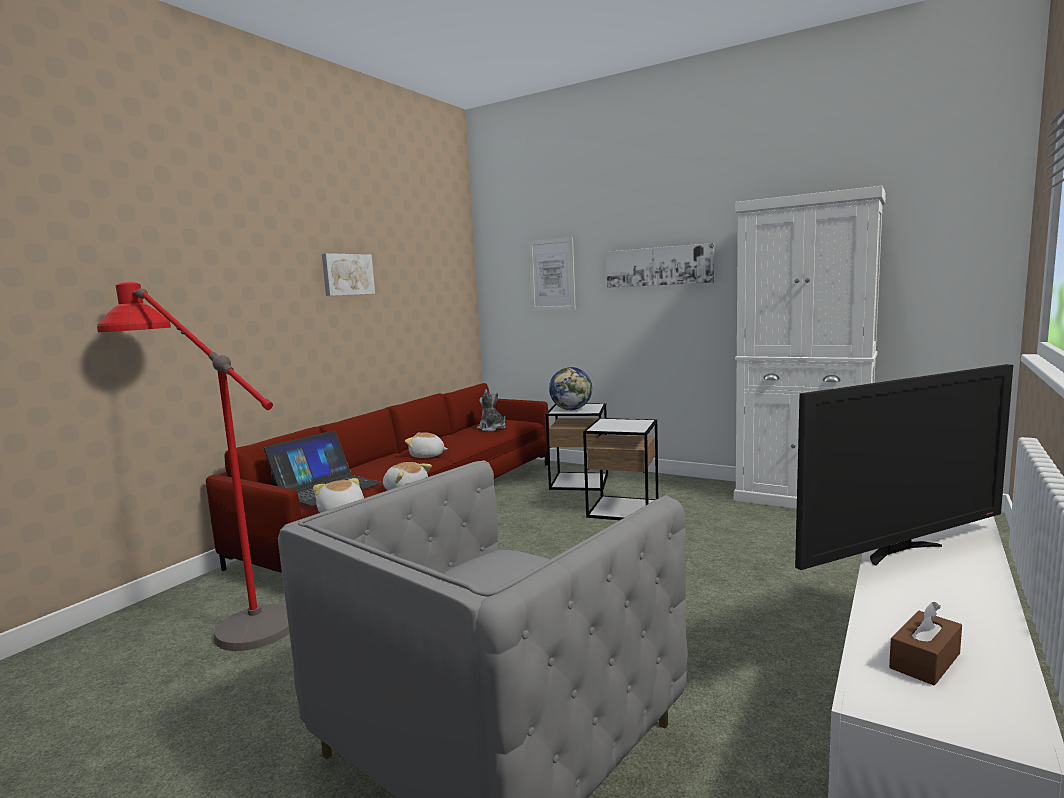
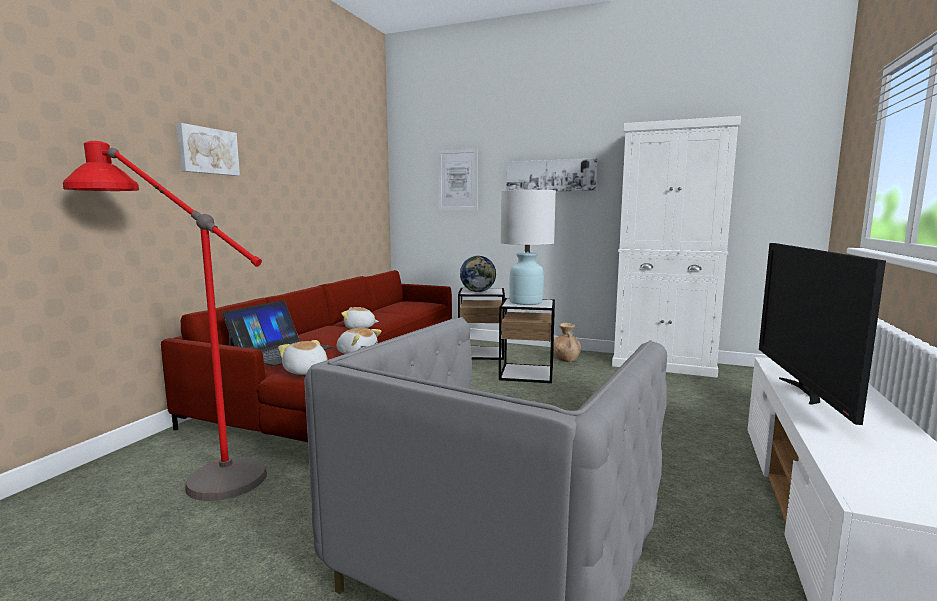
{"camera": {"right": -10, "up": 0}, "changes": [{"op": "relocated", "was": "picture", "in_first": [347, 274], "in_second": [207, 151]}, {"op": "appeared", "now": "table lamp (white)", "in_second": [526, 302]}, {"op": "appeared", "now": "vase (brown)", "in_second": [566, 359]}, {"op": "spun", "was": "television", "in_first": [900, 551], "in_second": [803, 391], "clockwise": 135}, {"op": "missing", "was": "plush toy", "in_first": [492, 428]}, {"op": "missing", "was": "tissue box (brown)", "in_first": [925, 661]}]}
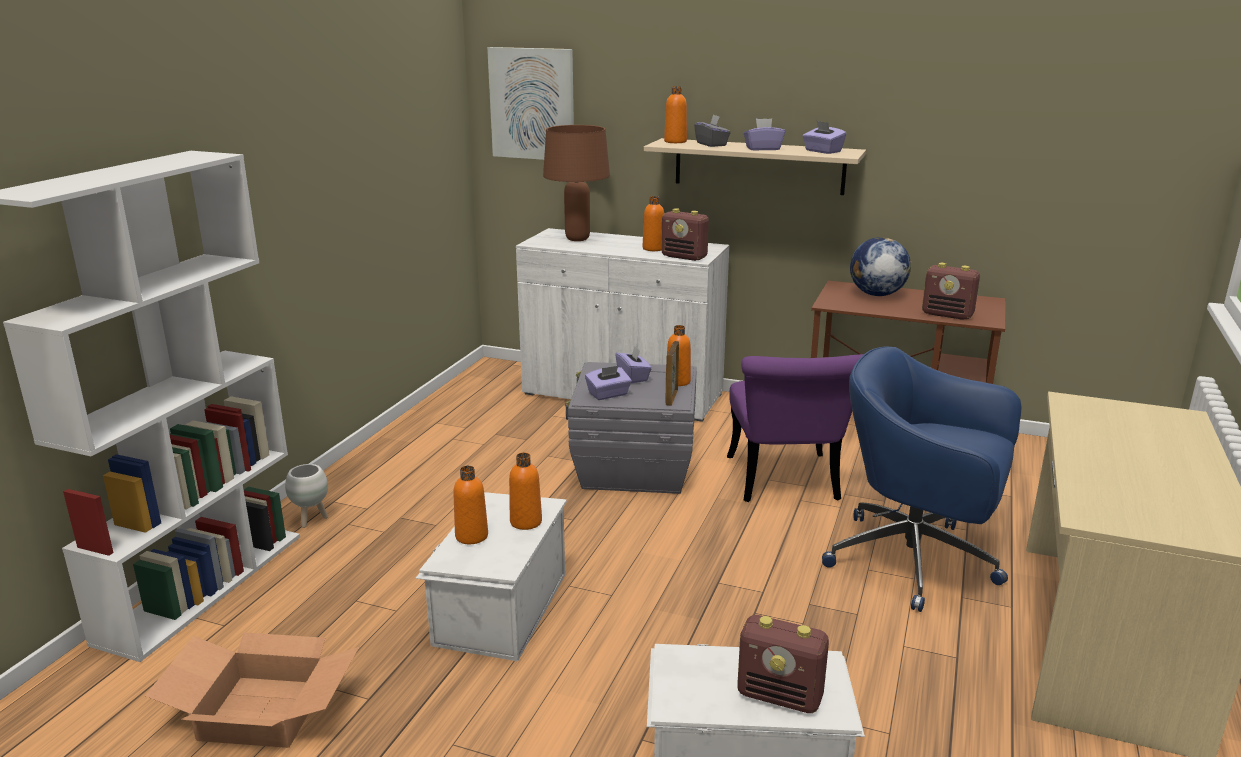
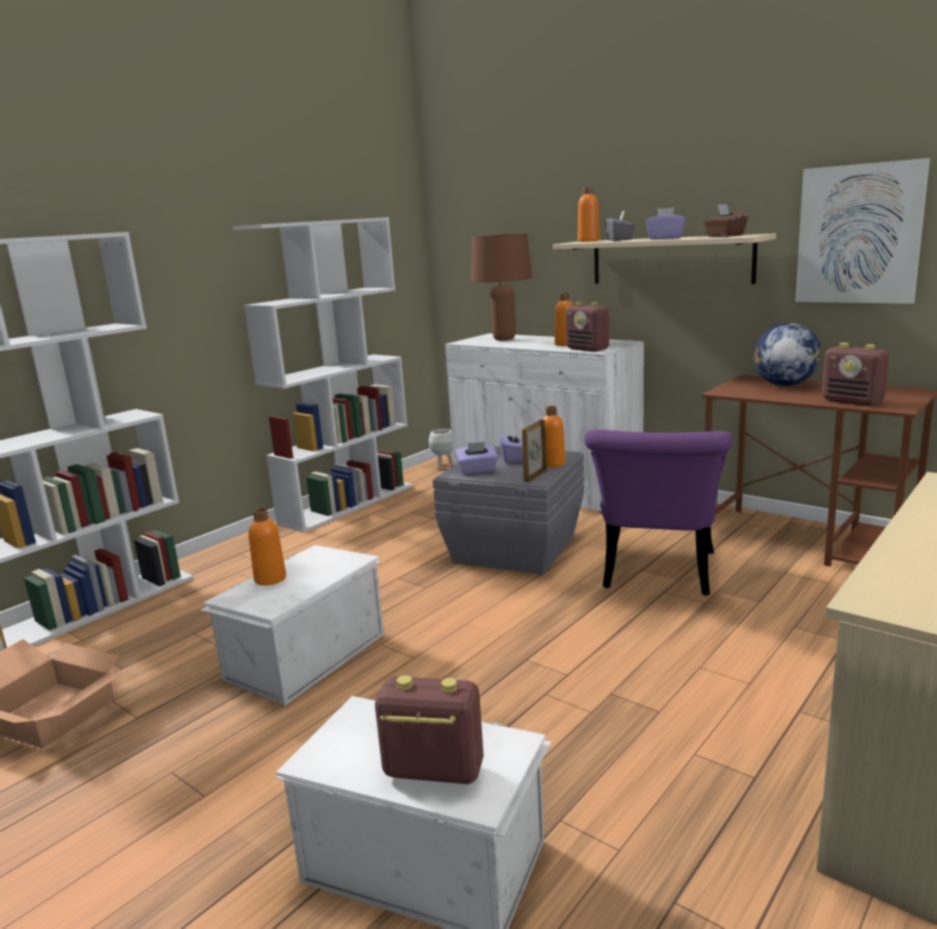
{"camera": {"right": 20, "up": -5}, "changes": [{"op": "appeared", "now": "bookcase (white)", "in_second": [348, 504]}, {"op": "spun", "was": "radio", "in_first": [780, 696], "in_second": [432, 771], "clockwise": 150}, {"op": "relocated", "was": "planter (white)", "in_first": [311, 520], "in_second": [443, 466]}, {"op": "colour", "was": "tissue box (purple)", "now": "tissue box (brown)", "in_first": [822, 151], "in_second": [724, 236]}, {"op": "relocated", "was": "picture", "in_first": [532, 104], "in_second": [859, 234]}, {"op": "missing", "was": "bottle (orange)", "in_first": [526, 522]}, {"op": "missing", "was": "office chair (blue)", "in_first": [916, 561]}]}
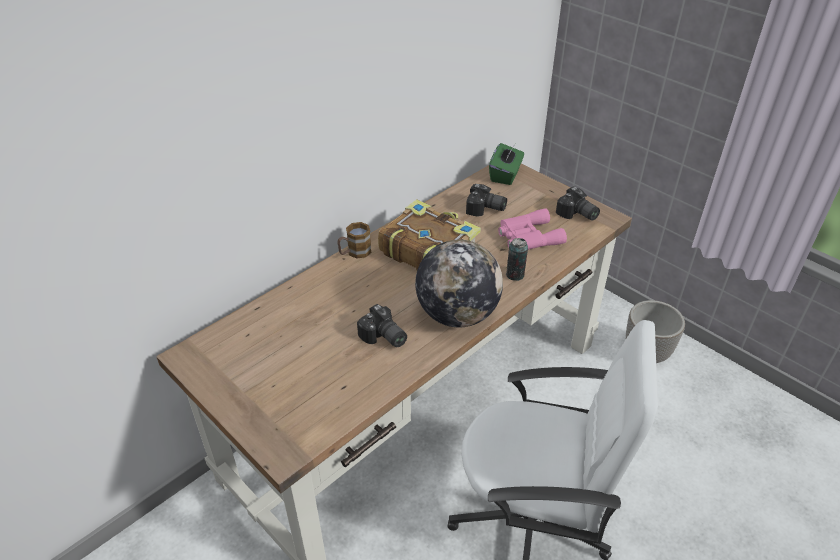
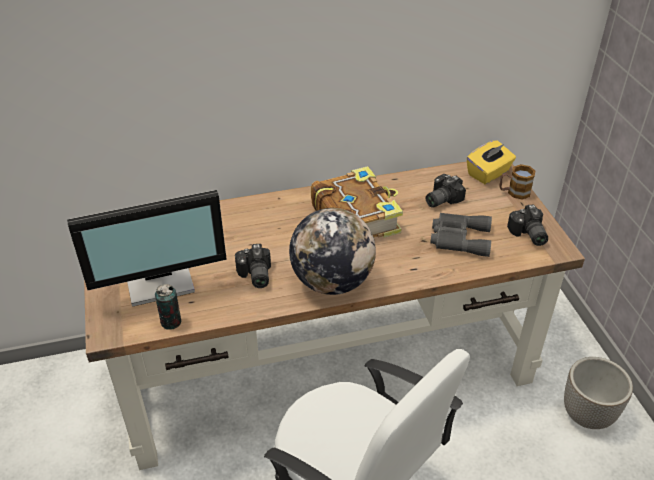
{"camera": {"right": 30, "up": 0}, "changes": [{"op": "appeared", "now": "monitor", "in_second": [160, 280]}, {"op": "relocated", "was": "can", "in_first": [515, 275], "in_second": [171, 322]}, {"op": "spun", "was": "photo camera", "in_first": [485, 209], "in_second": [440, 199], "clockwise": 90}, {"op": "colour", "was": "binoculars (pink)", "now": "binoculars (grey)", "in_first": [527, 237], "in_second": [458, 238]}, {"op": "colour", "was": "tissue box (green)", "now": "tissue box (yellow)", "in_first": [505, 175], "in_second": [488, 173]}, {"op": "relocated", "was": "mug", "in_first": [354, 252], "in_second": [514, 192]}]}
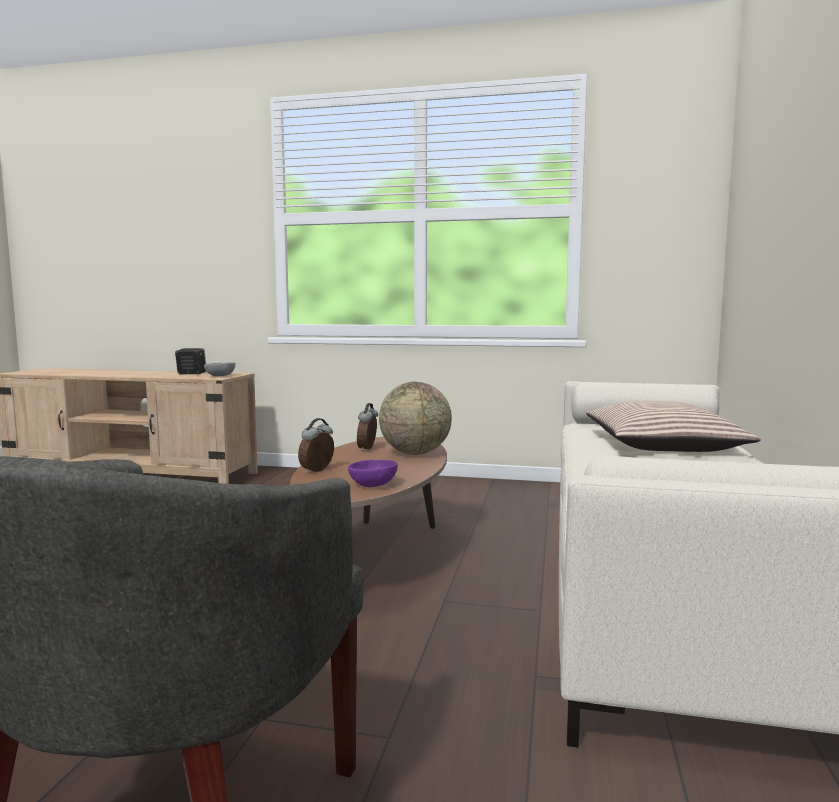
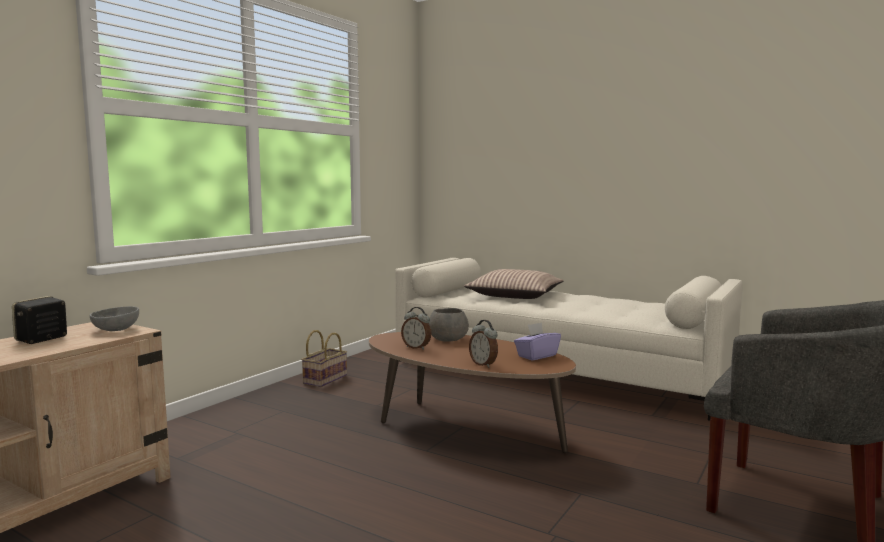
{"camera": {"right": -70, "up": 0}, "changes": [{"op": "appeared", "now": "basket", "in_second": [325, 379]}, {"op": "exchanged", "was": "globe", "now": "bowl (grey)", "in_first": [415, 453], "in_second": [447, 339]}, {"op": "exchanged", "was": "bowl (purple)", "now": "tissue box (purple)", "in_first": [372, 485], "in_second": [536, 356]}]}
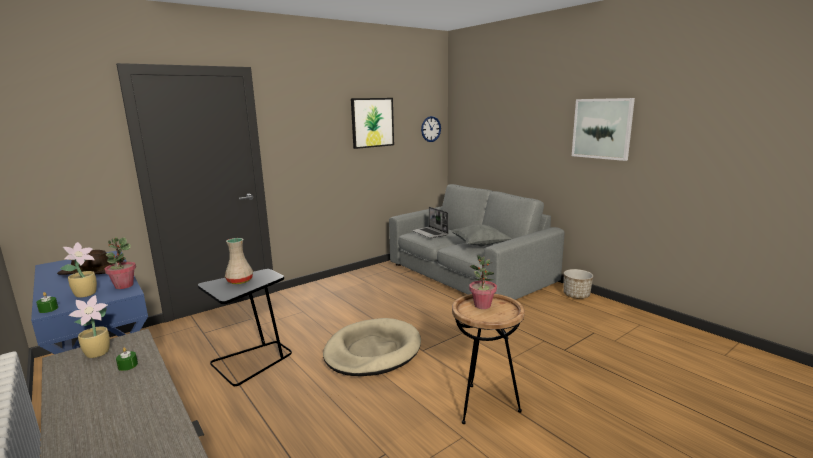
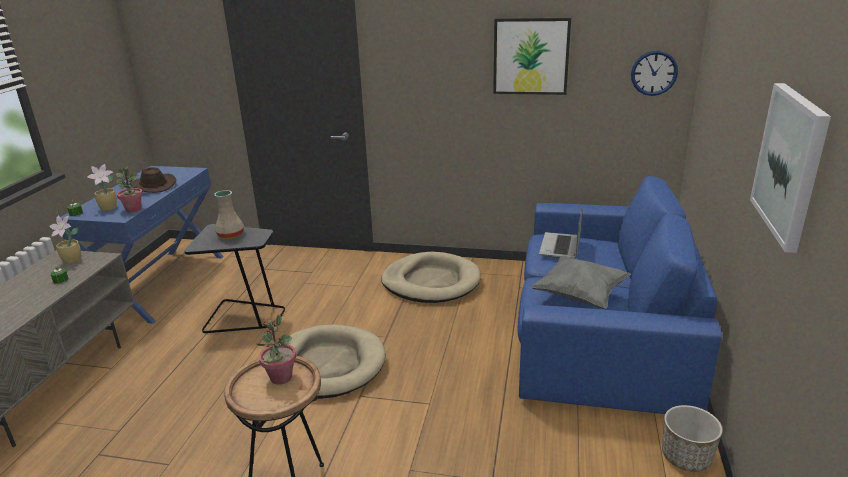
{"camera": {"right": 50, "up": 10}, "changes": [{"op": "appeared", "now": "dog bed (beige)", "in_second": [431, 282]}, {"op": "colour", "was": "sofa (grey)", "now": "sofa (blue)", "in_first": [468, 274], "in_second": [599, 331]}]}
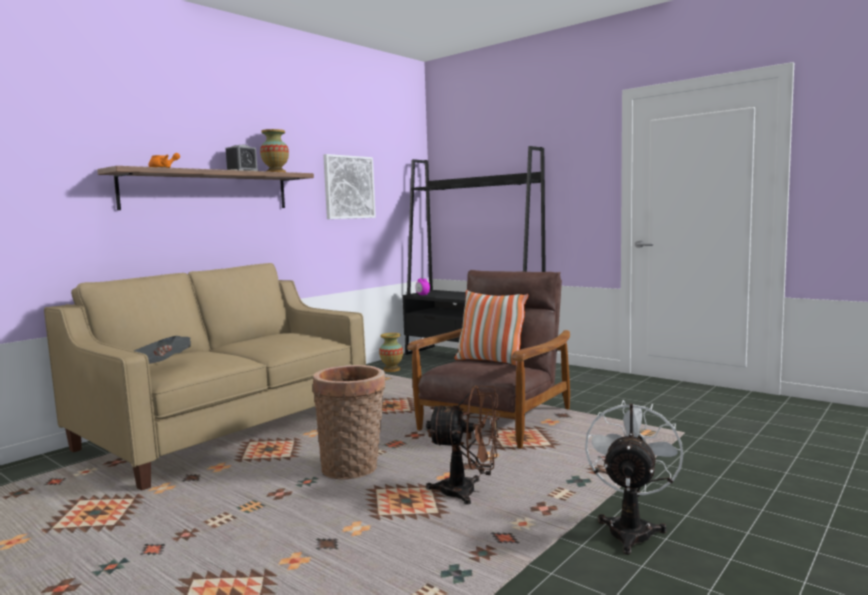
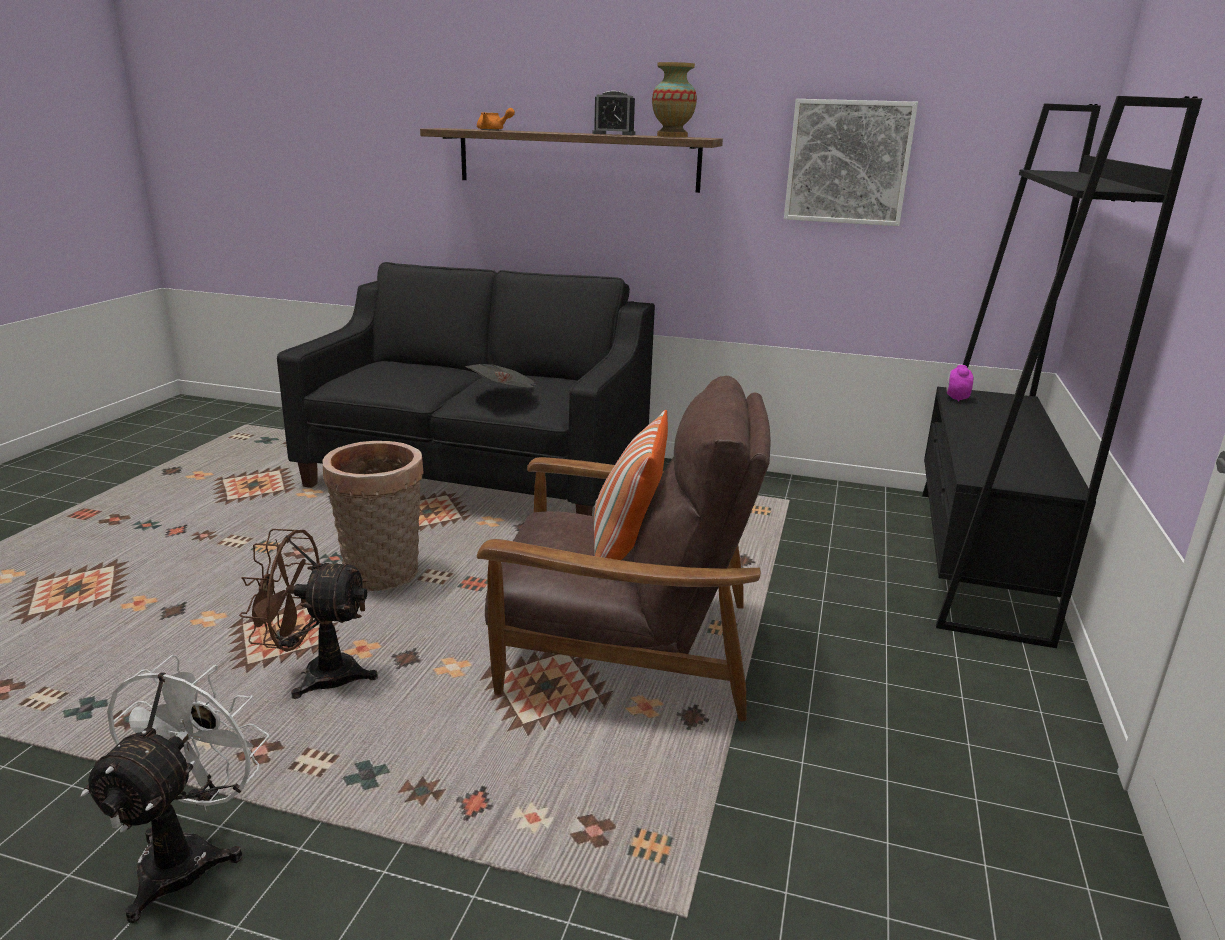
{"camera": {"right": 65, "up": 15}, "changes": [{"op": "spun", "was": "fan (white)", "in_first": [631, 529], "in_second": [189, 854], "clockwise": -75}, {"op": "spun", "was": "fan (brown)", "in_first": [468, 492], "in_second": [317, 675], "clockwise": 105}, {"op": "colour", "was": "sofa (beige)", "now": "sofa (black)", "in_first": [225, 431], "in_second": [479, 473]}, {"op": "relocated", "was": "newspaper", "in_first": [161, 367], "in_second": [504, 395]}, {"op": "missing", "was": "vase", "in_first": [392, 370]}]}
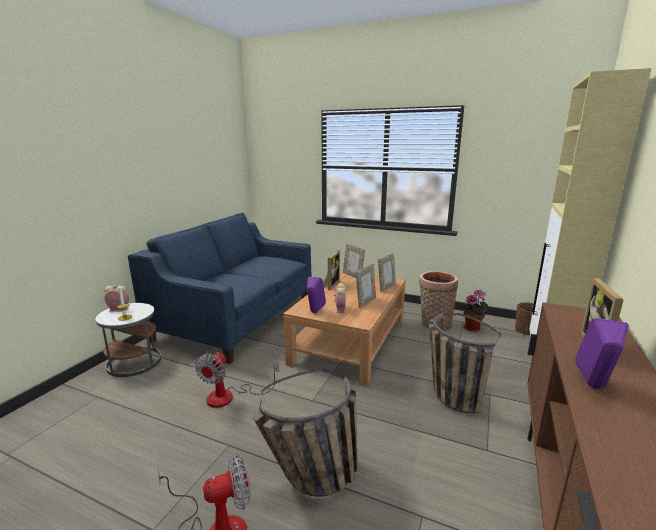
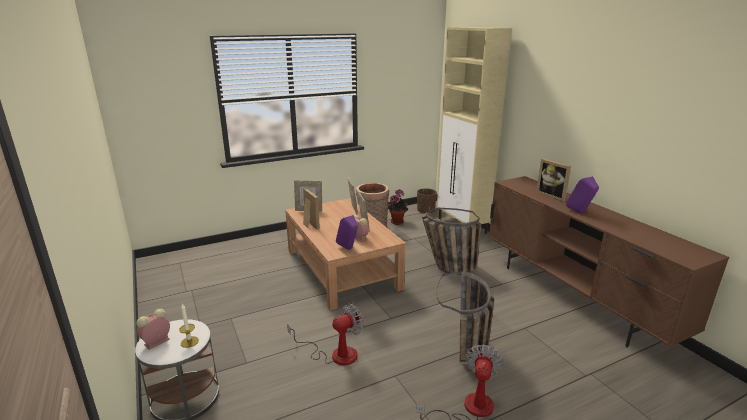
{"camera": {"right": -50, "up": 5}, "changes": [{"op": "spun", "was": "fan", "in_first": [230, 396], "in_second": [335, 354], "clockwise": -90}, {"op": "missing", "was": "sofa (blue)", "in_first": [237, 319]}]}
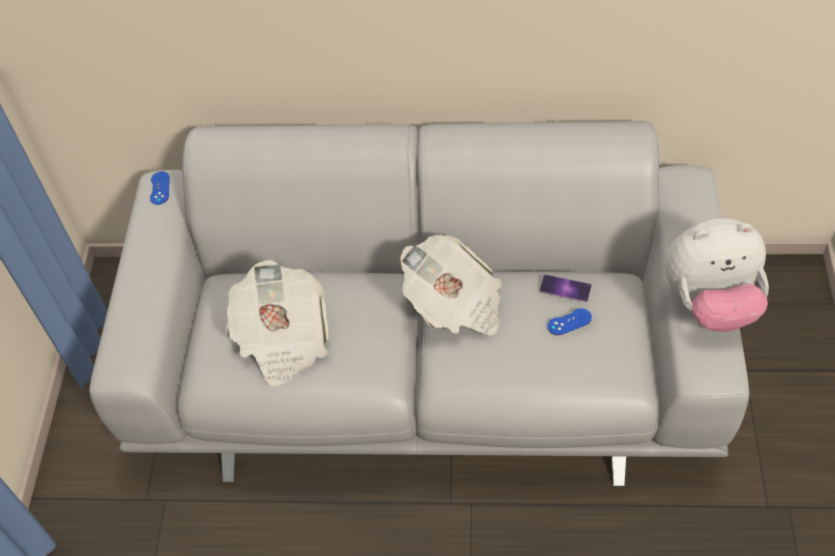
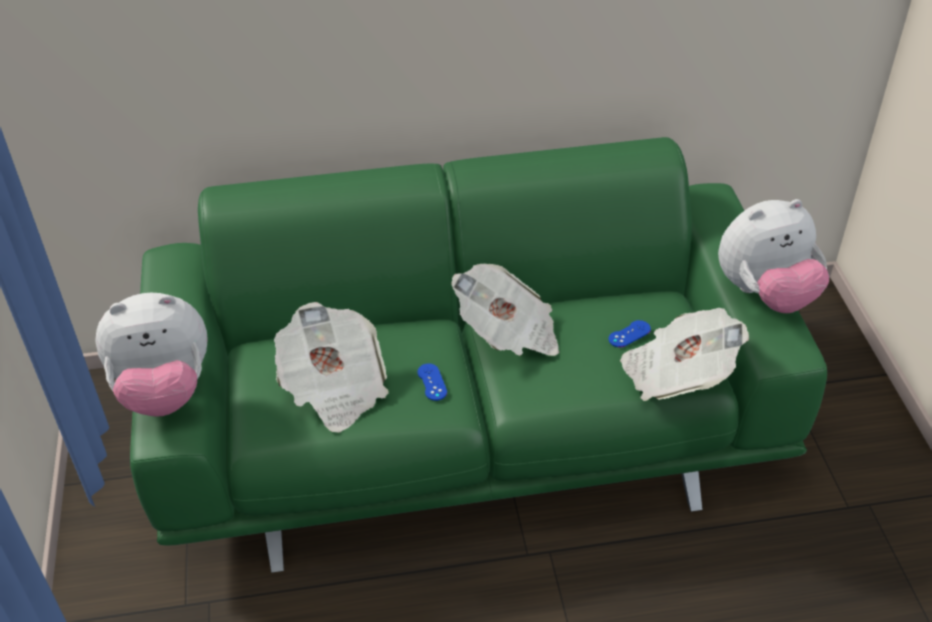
{"camera": {"right": -15, "up": -10}, "changes": [{"op": "appeared", "now": "plush toy", "in_second": [164, 391]}, {"op": "colour", "was": "sofa (grey)", "now": "sofa (green)", "in_first": [428, 366], "in_second": [470, 427]}, {"op": "relocated", "was": "game controller (blue)", "in_first": [160, 188], "in_second": [432, 382]}, {"op": "appeared", "now": "newspaper", "in_second": [677, 374]}, {"op": "missing", "was": "phone", "in_first": [565, 288]}]}
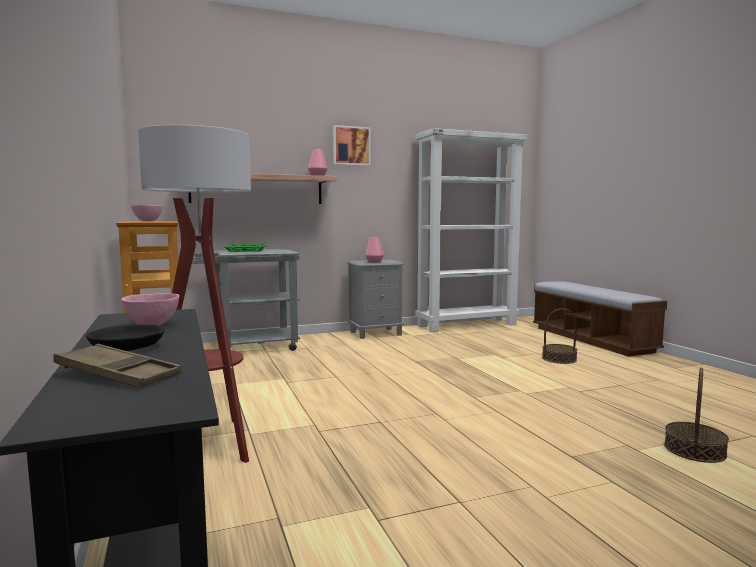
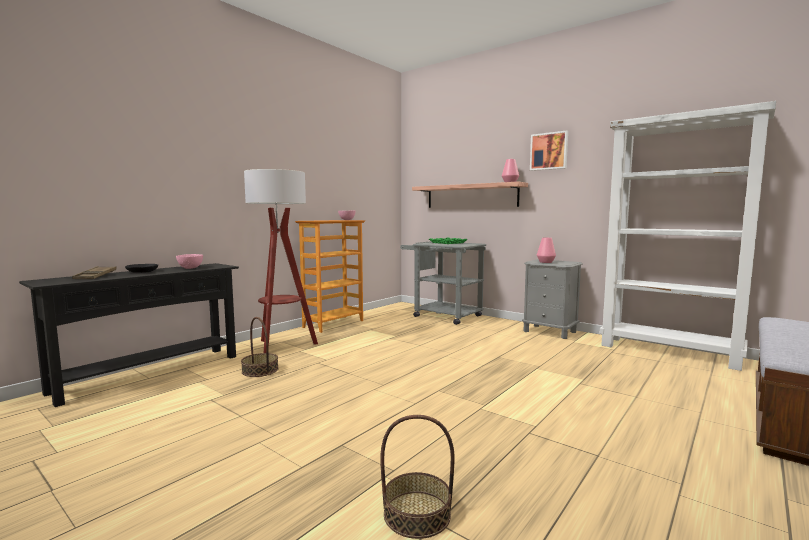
{"camera": {"right": 60, "up": 0}, "changes": [{"op": "relocated", "was": "basket", "in_first": [559, 359], "in_second": [260, 370]}]}
